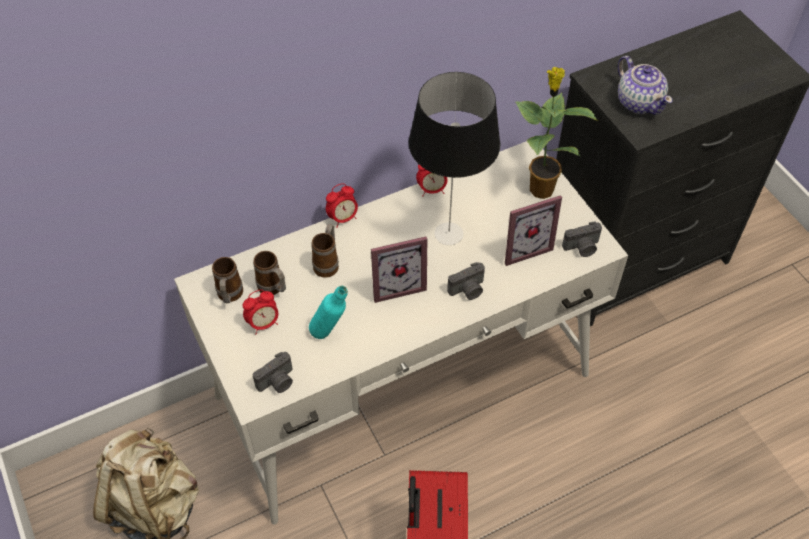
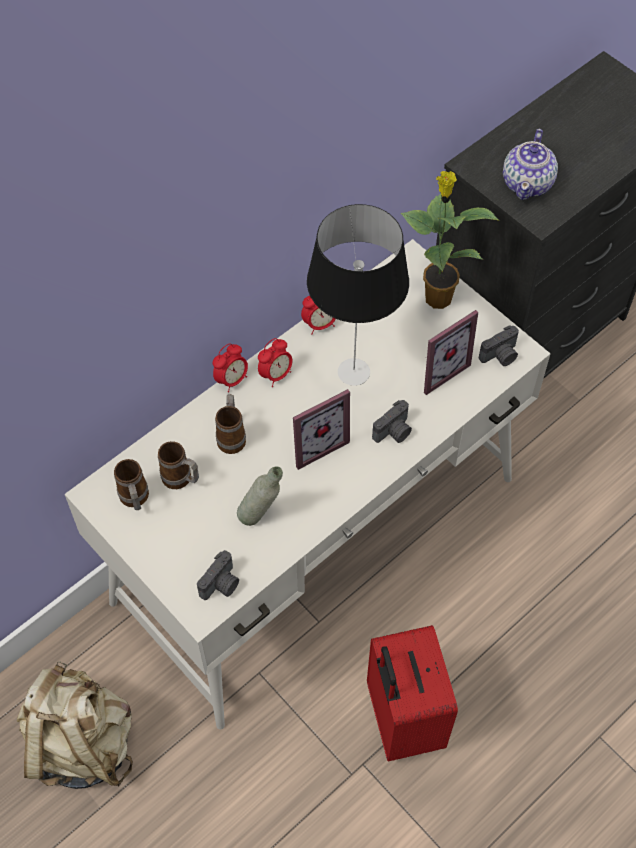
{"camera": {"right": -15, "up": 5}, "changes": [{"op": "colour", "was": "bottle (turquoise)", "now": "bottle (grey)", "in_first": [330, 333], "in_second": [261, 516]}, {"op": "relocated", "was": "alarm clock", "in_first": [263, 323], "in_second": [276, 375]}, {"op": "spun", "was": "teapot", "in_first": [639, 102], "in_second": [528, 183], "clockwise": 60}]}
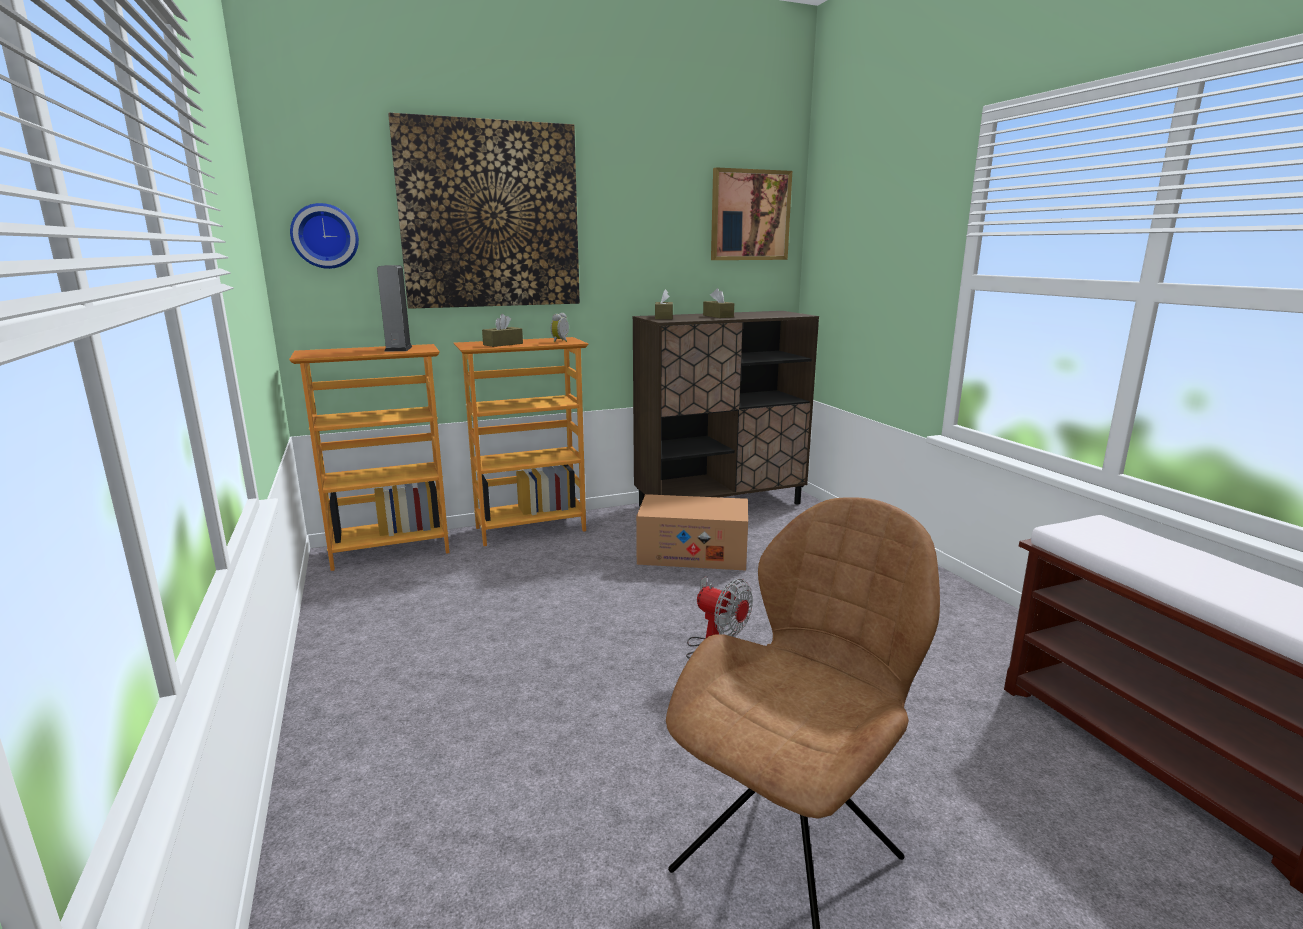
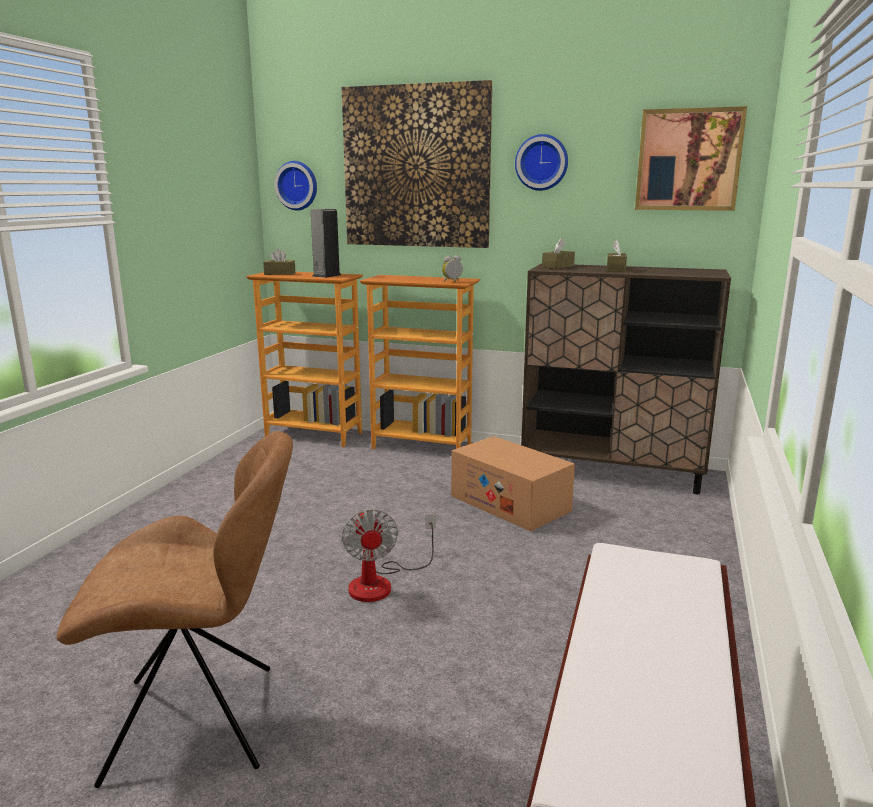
{"camera": {"right": 40, "up": 0}, "changes": [{"op": "relocated", "was": "tissue box (brown)", "in_first": [503, 344], "in_second": [279, 273]}, {"op": "appeared", "now": "wall clock", "in_second": [542, 162]}]}
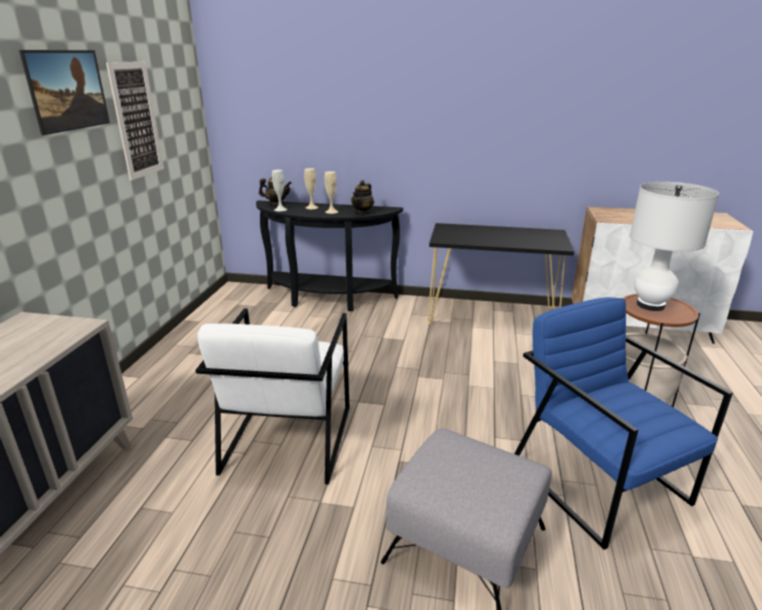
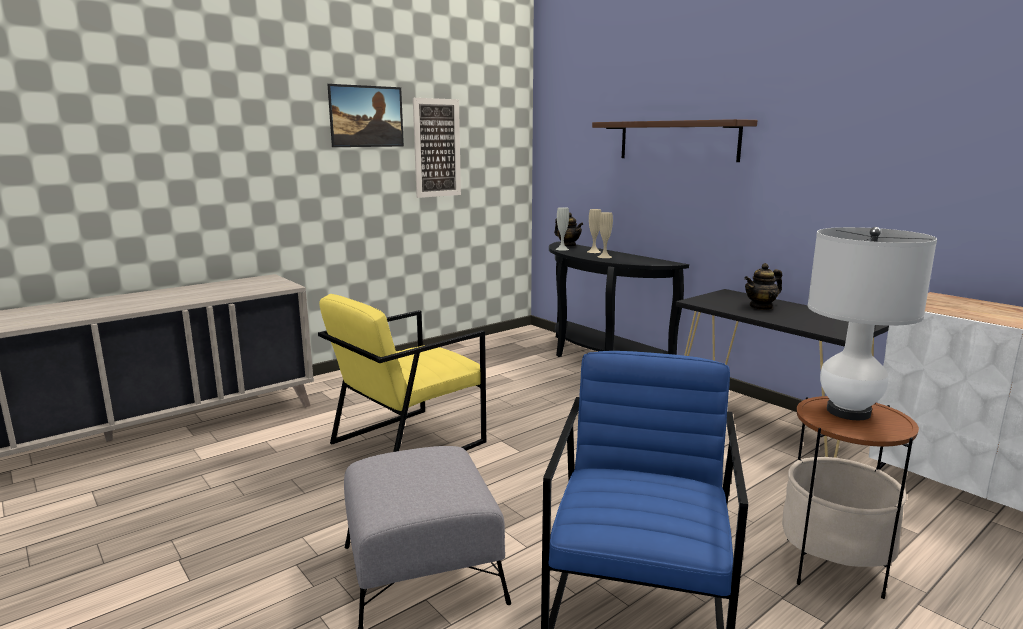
{"camera": {"right": 40, "up": -10}, "changes": [{"op": "colour", "was": "armchair (white)", "now": "armchair (yellow)", "in_first": [287, 438], "in_second": [407, 442]}, {"op": "appeared", "now": "shelf (brown)", "in_second": [677, 140]}, {"op": "relocated", "was": "teapot", "in_first": [363, 212], "in_second": [761, 307]}]}
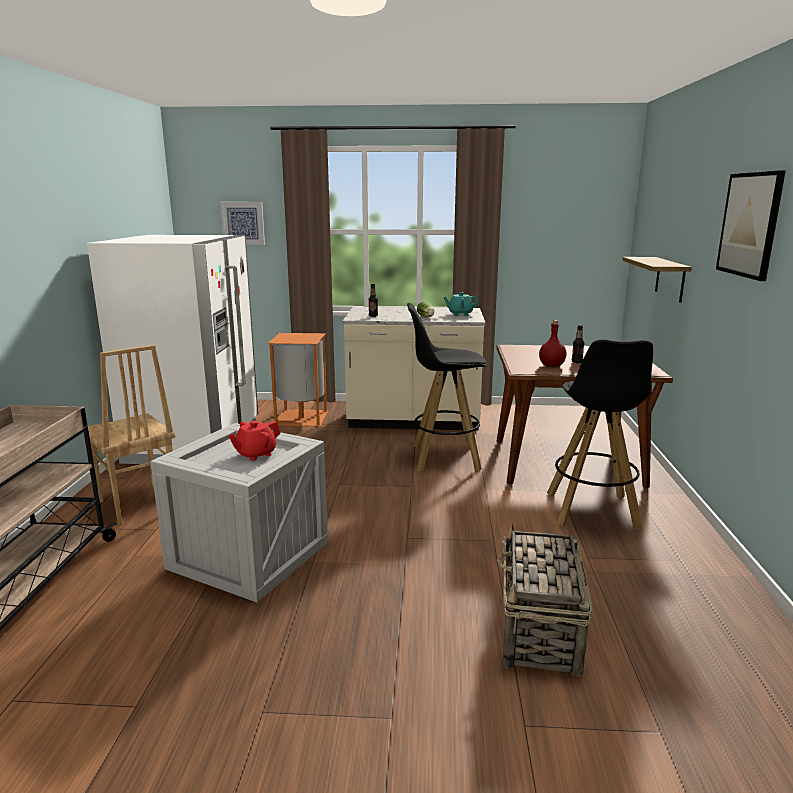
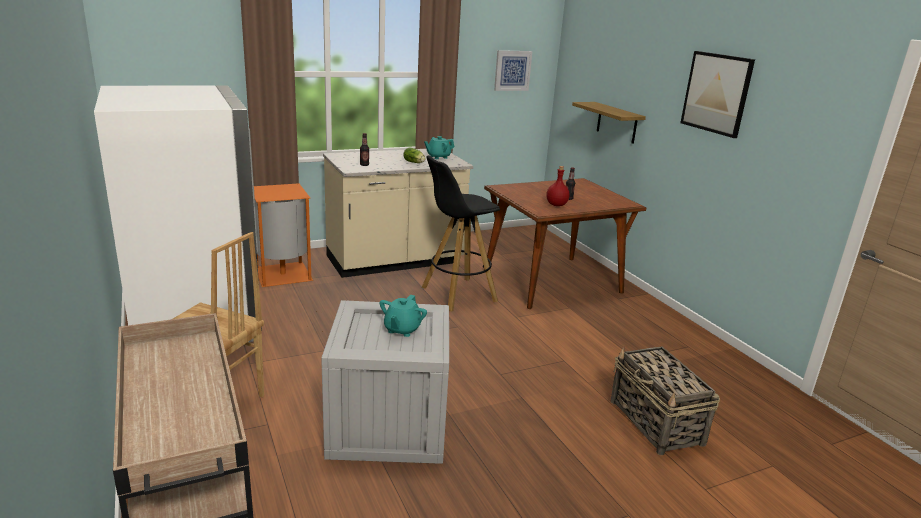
{"camera": {"right": -30, "up": 5}, "changes": [{"op": "colour", "was": "teapot (red)", "now": "teapot (turquoise)", "in_first": [255, 454], "in_second": [402, 329]}, {"op": "relocated", "was": "picture", "in_first": [243, 223], "in_second": [512, 70]}, {"op": "missing", "was": "stool (black)", "in_first": [592, 512]}]}
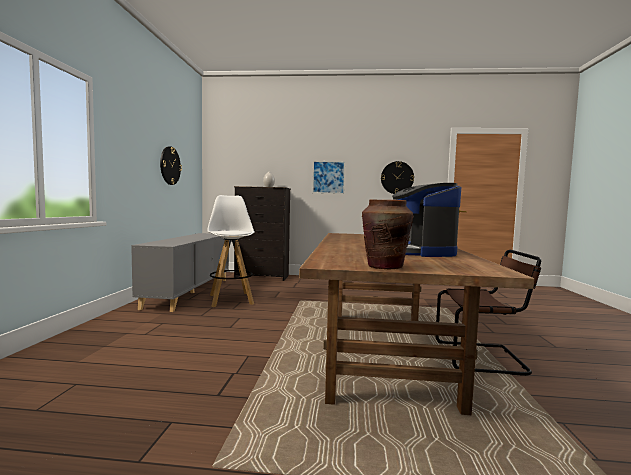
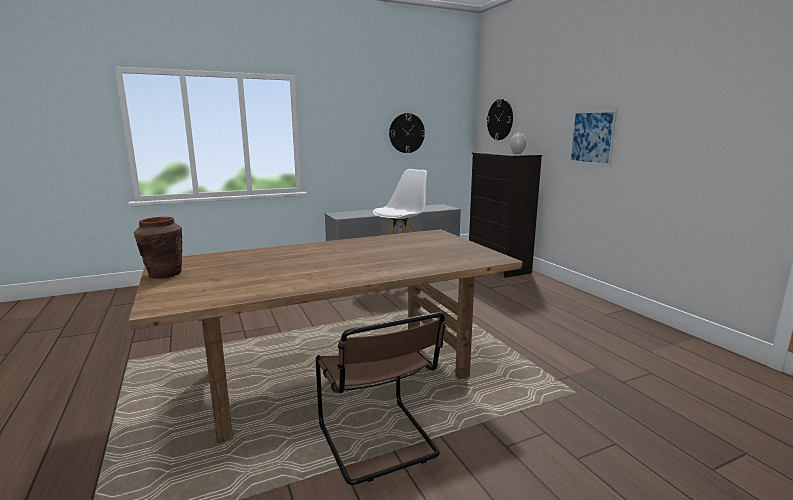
{"camera": {"right": 60, "up": 10}, "changes": [{"op": "relocated", "was": "wall clock", "in_first": [397, 177], "in_second": [500, 119]}, {"op": "missing", "was": "coffee machine", "in_first": [419, 252]}]}
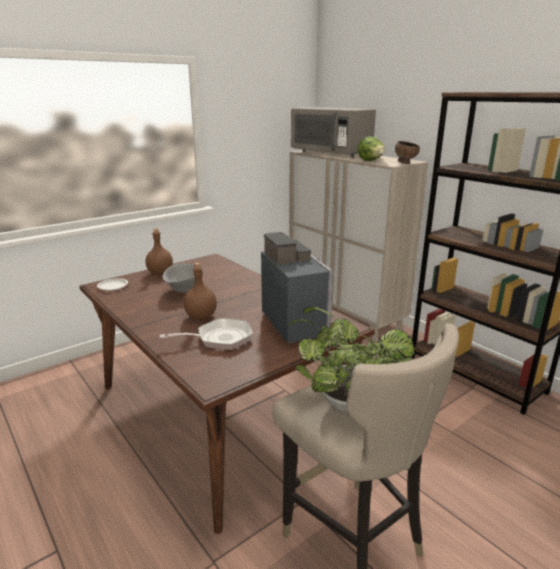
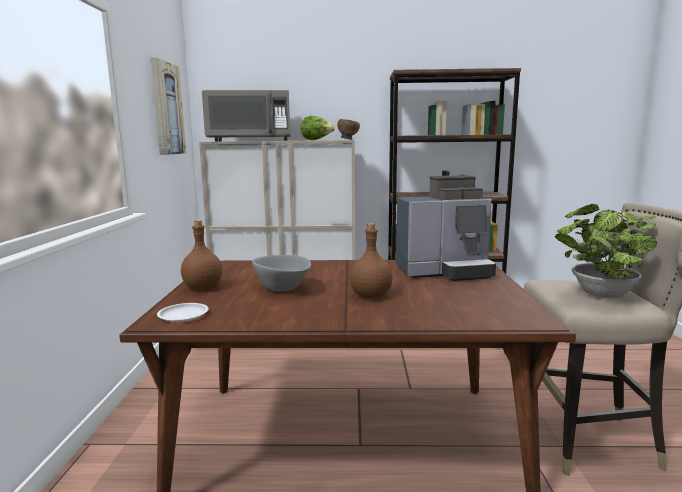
{"camera": {"right": -50, "up": -10}, "changes": [{"op": "appeared", "now": "picture", "in_second": [167, 109]}, {"op": "spun", "was": "coffee machine", "in_first": [297, 322], "in_second": [445, 272], "clockwise": 150}, {"op": "missing", "was": "frying pan", "in_first": [220, 339]}]}
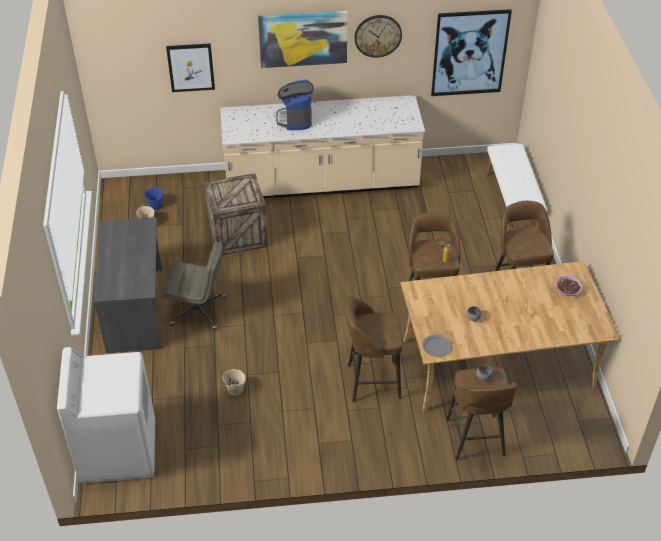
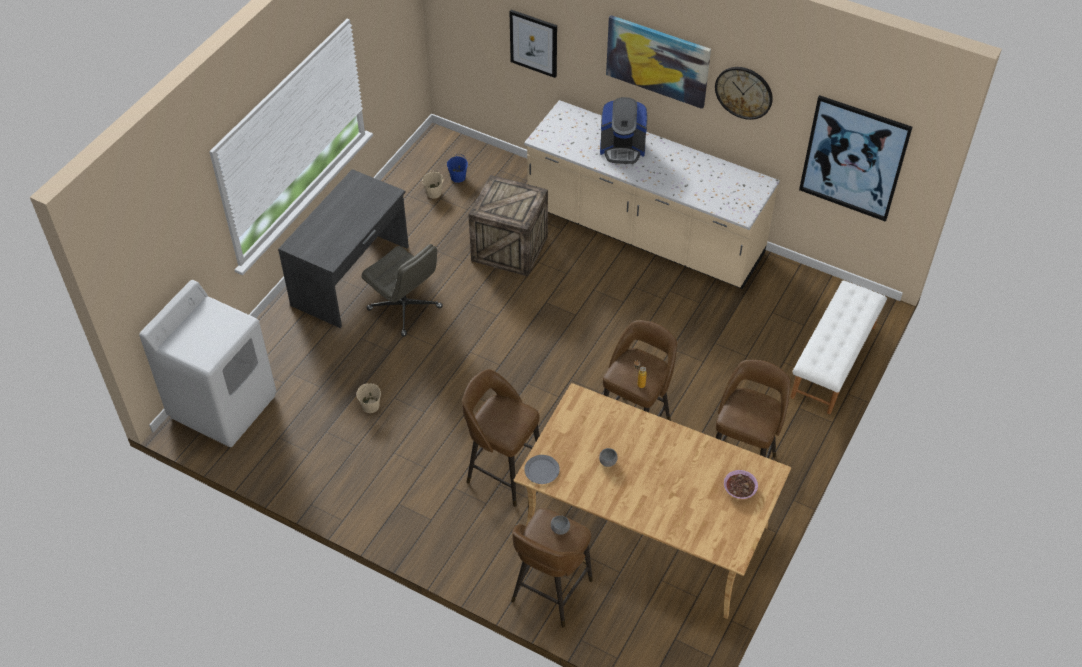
{"camera": {"right": 35, "up": 5}, "changes": [{"op": "spun", "was": "coffee machine", "in_first": [295, 119], "in_second": [622, 148], "clockwise": -120}]}
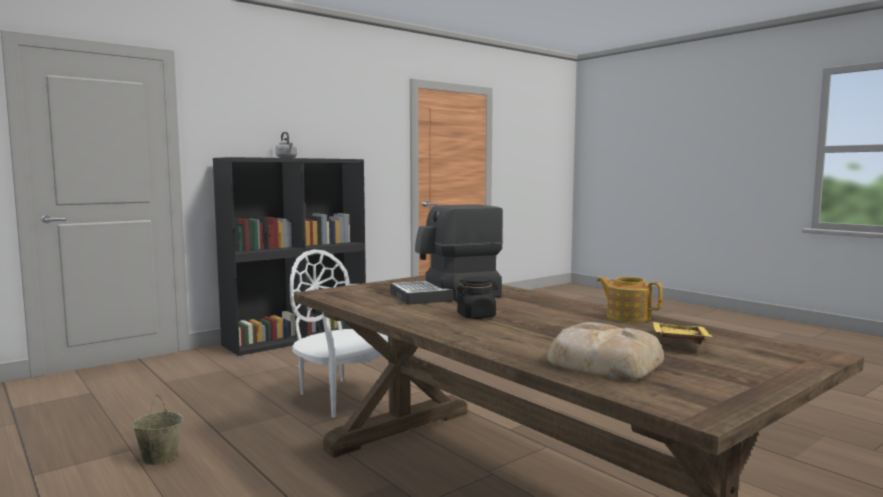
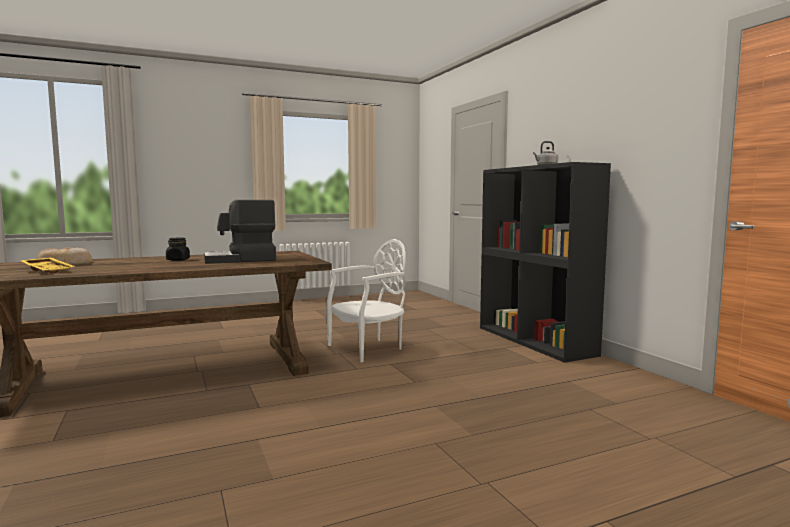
{"camera": {"right": 105, "up": 0}, "changes": [{"op": "spun", "was": "coffee machine", "in_first": [447, 295], "in_second": [241, 260], "clockwise": -105}, {"op": "missing", "was": "bucket (beige)", "in_first": [159, 457]}, {"op": "missing", "was": "teapot", "in_first": [627, 317]}]}
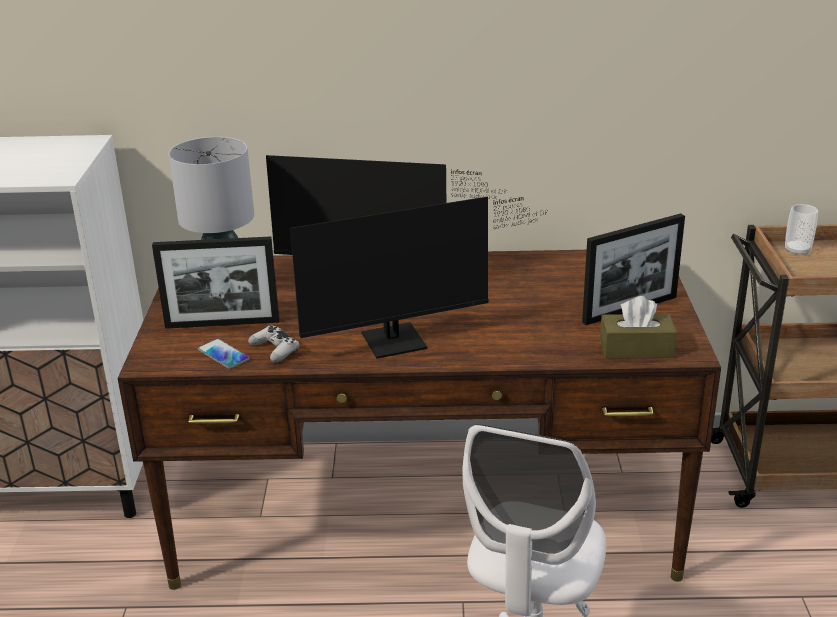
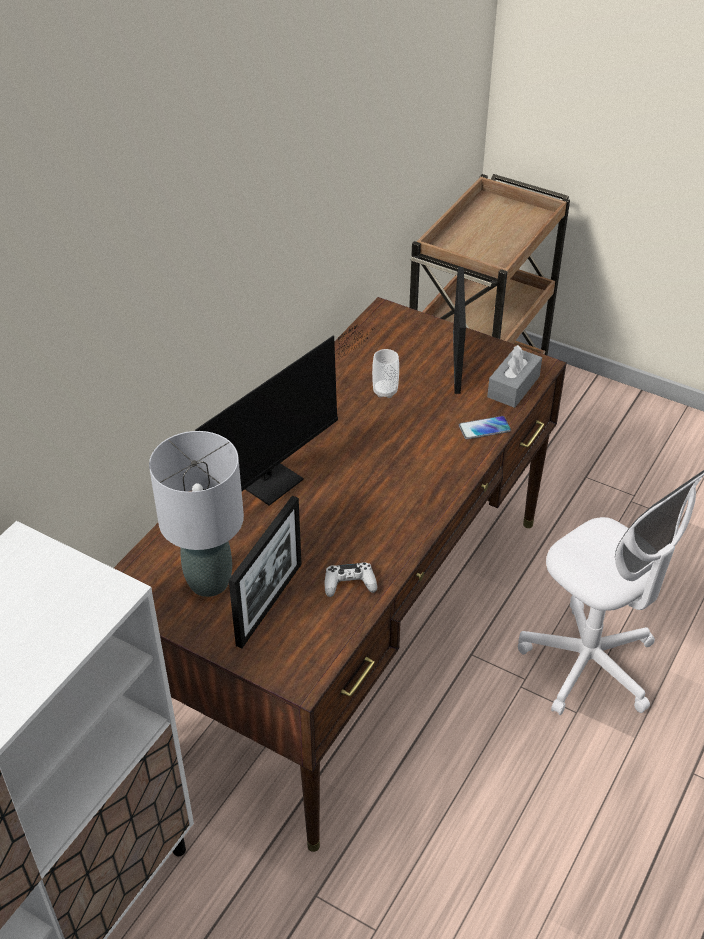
{"camera": {"right": -60, "up": 15}, "changes": [{"op": "relocated", "was": "cup", "in_first": [797, 251], "in_second": [385, 391]}, {"op": "relocated", "was": "phone", "in_first": [223, 355], "in_second": [484, 428]}, {"op": "colour", "was": "tissue box (brown)", "now": "tissue box (grey)", "in_first": [636, 349], "in_second": [513, 387]}, {"op": "missing", "was": "monitor", "in_first": [404, 340]}]}
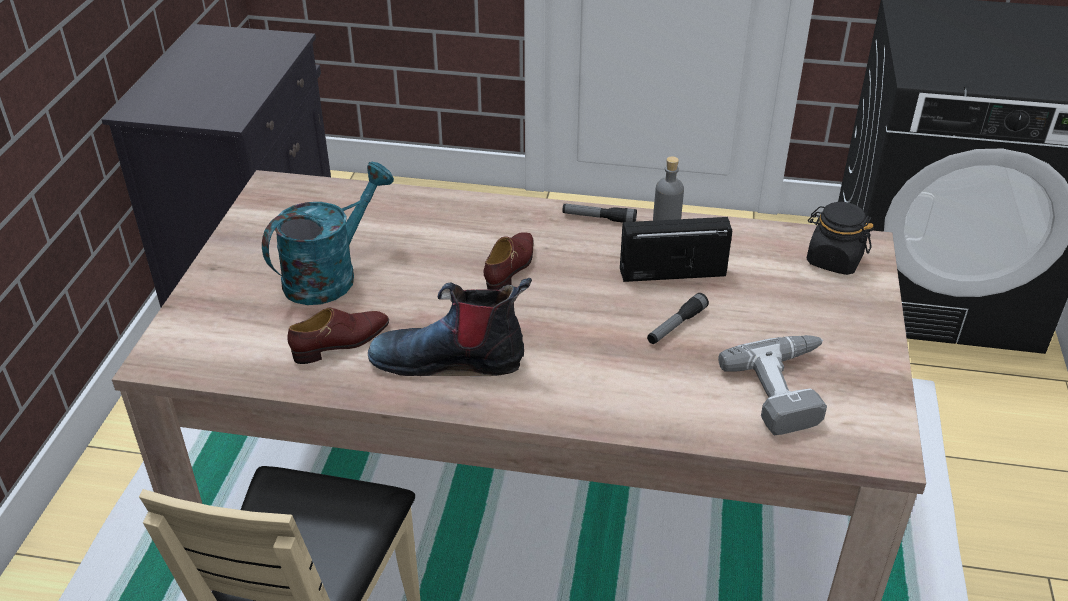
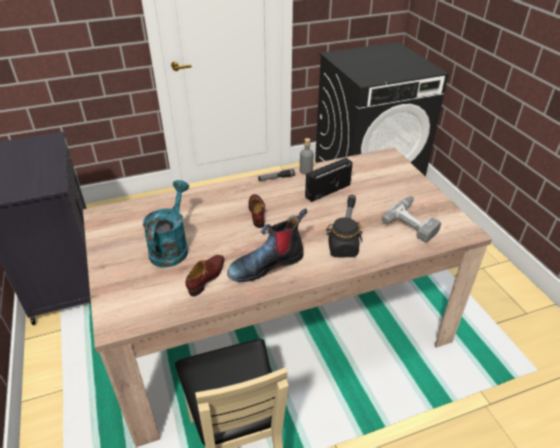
{"camera": {"right": -30, "up": 0}, "changes": [{"op": "relocated", "was": "jar (black)", "in_first": [833, 260], "in_second": [342, 249]}]}
